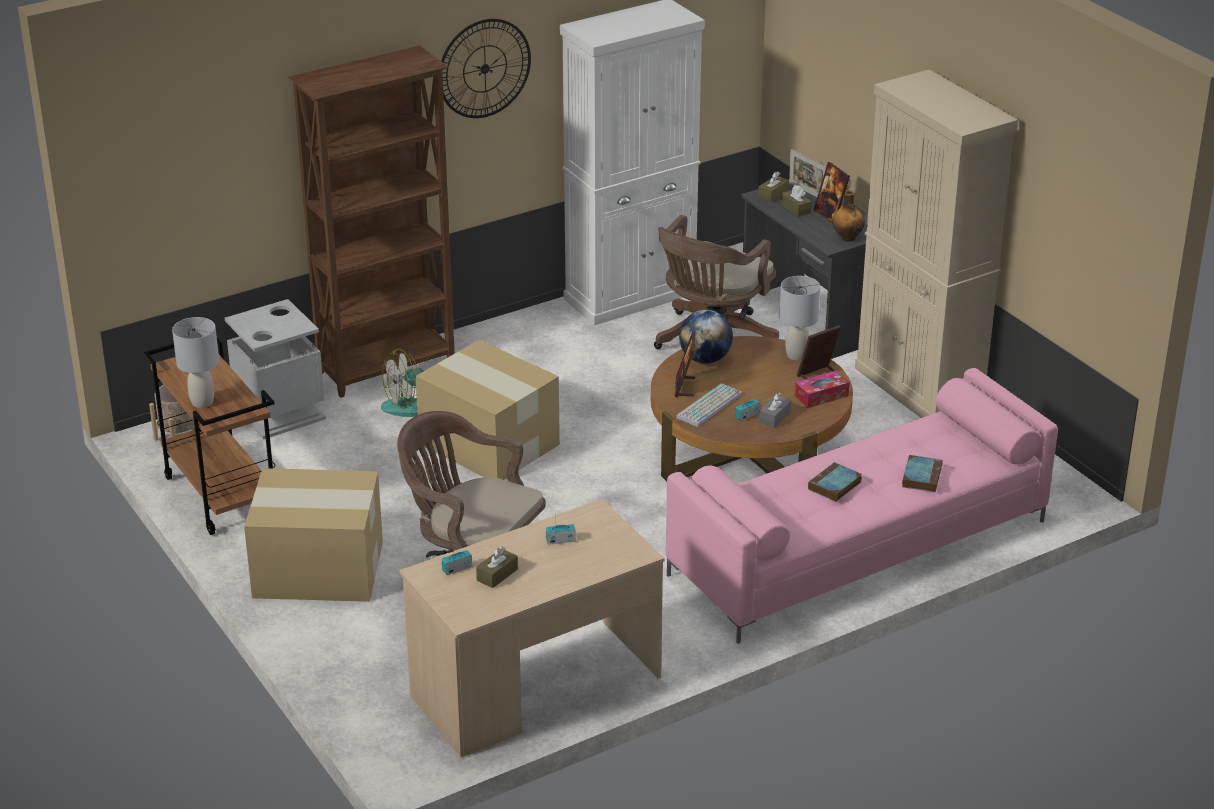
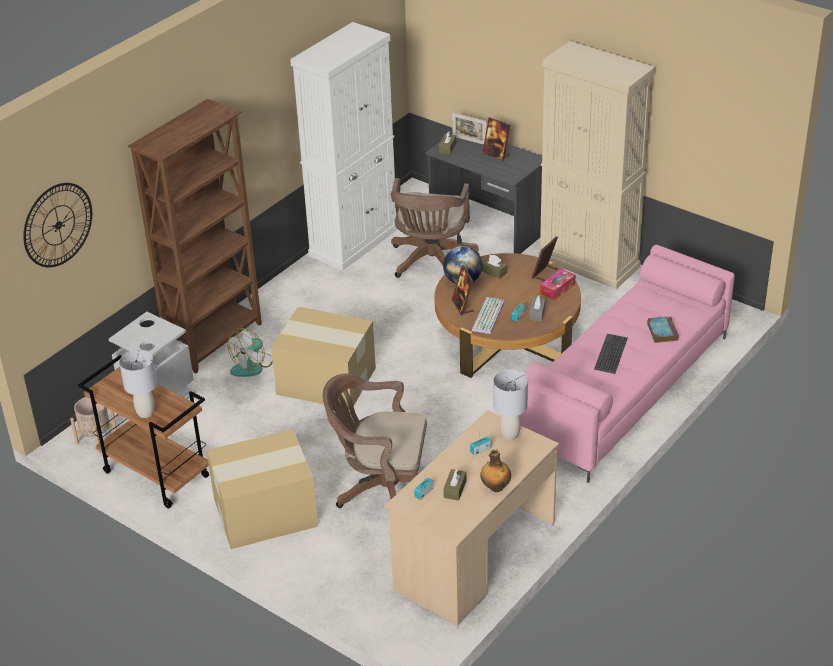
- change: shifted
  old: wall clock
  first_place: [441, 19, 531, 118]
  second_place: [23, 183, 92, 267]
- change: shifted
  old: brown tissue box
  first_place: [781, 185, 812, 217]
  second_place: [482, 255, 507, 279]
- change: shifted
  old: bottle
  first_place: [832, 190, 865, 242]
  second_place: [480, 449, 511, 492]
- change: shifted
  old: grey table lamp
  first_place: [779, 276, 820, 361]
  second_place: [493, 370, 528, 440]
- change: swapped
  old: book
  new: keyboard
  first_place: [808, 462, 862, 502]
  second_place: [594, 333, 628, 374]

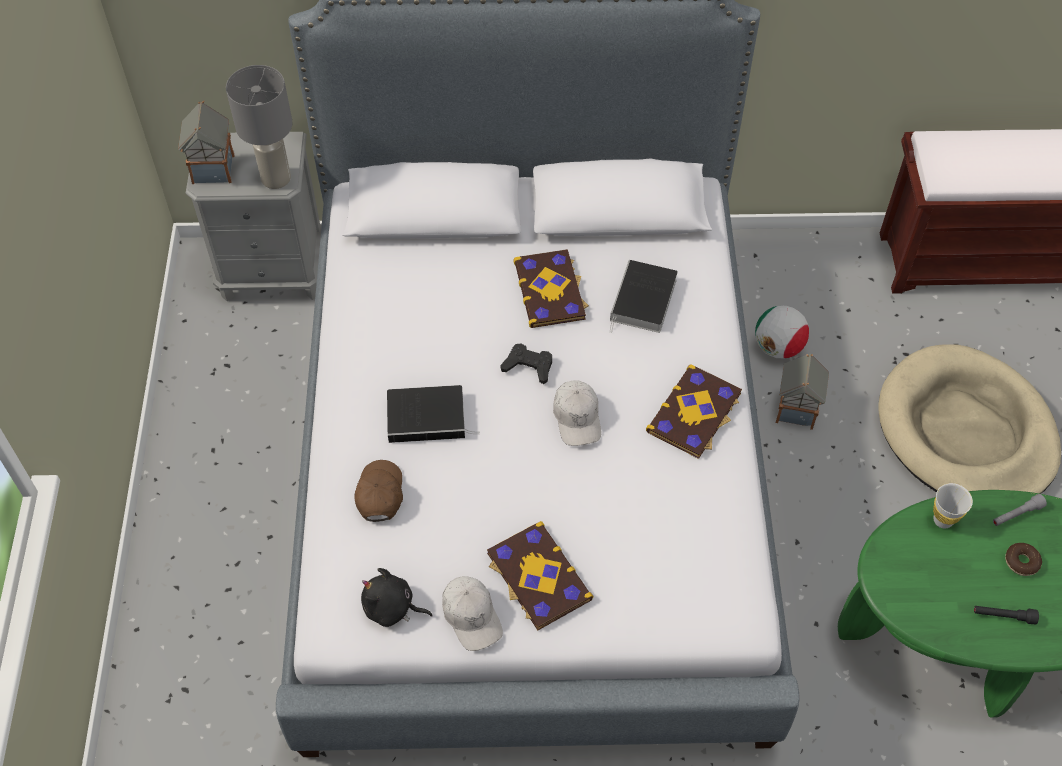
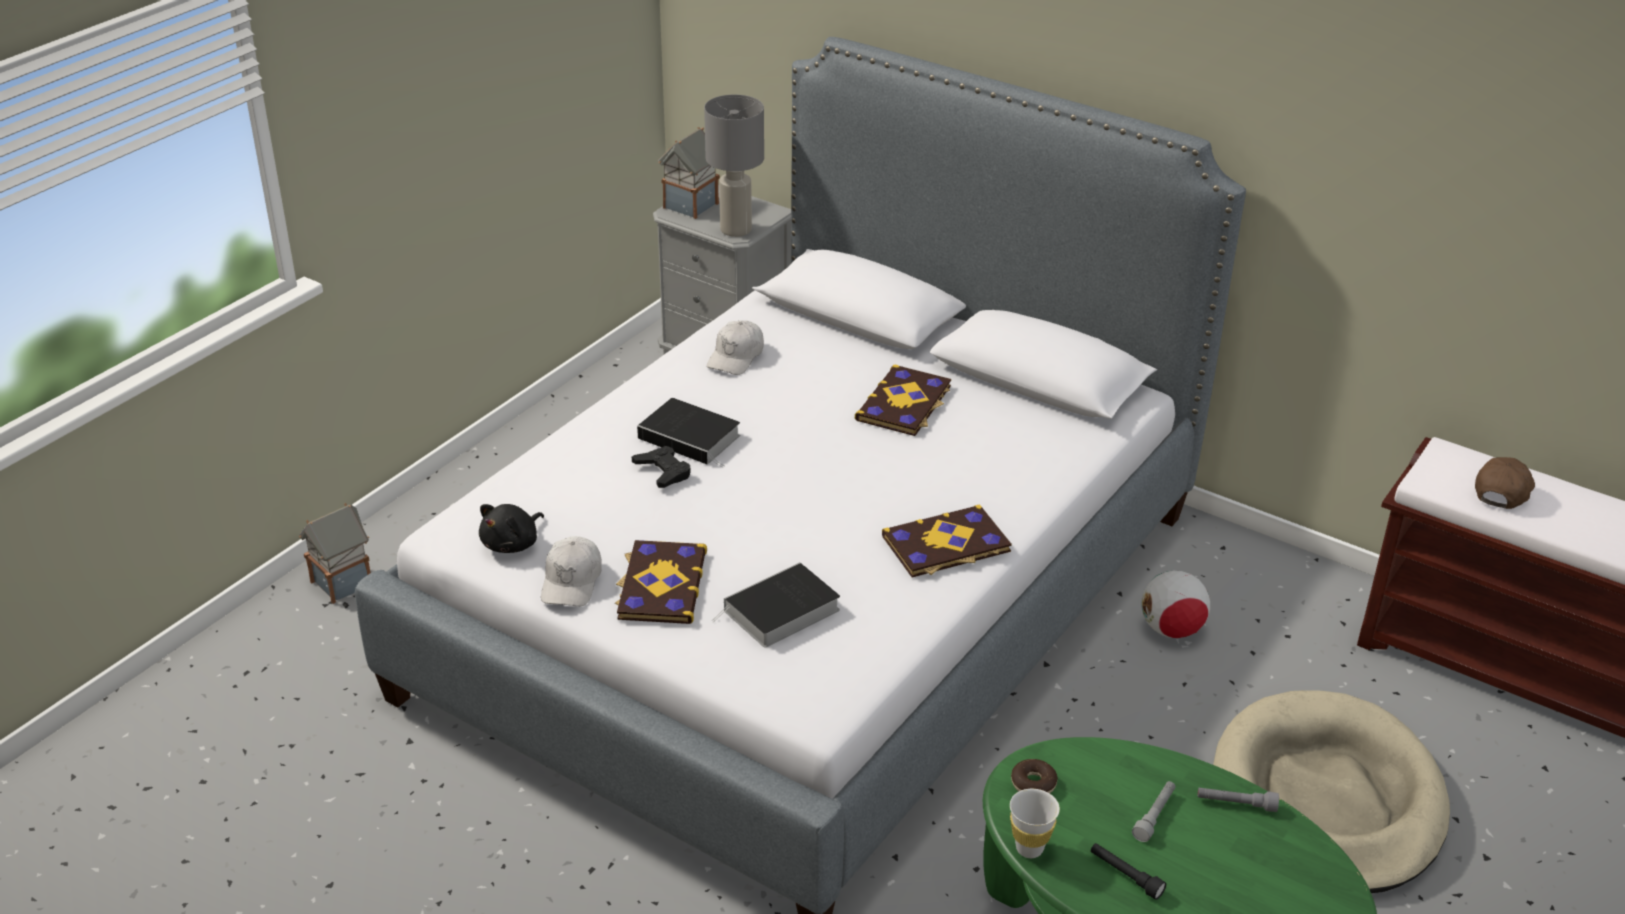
- change: shifted
  old: book
  first_place: [610, 260, 678, 333]
  second_place: [712, 562, 840, 647]
- change: shifted
  old: black game controller
  first_place: [500, 344, 552, 384]
  second_place: [632, 446, 691, 488]
- change: shifted
  old: toy house
  first_place: [776, 353, 829, 430]
  second_place: [299, 503, 371, 604]
- change: shifted
  old: white cap
  first_place: [553, 380, 601, 446]
  second_place: [707, 320, 764, 375]
- change: shifted
  old: brown cap
  first_place: [354, 460, 403, 522]
  second_place: [1475, 457, 1535, 509]
- change: shifted
  old: white cup
  first_place: [933, 483, 973, 529]
  second_place: [1010, 789, 1060, 858]
- change: shifted
  old: donut
  first_place: [1005, 543, 1042, 576]
  second_place: [1011, 759, 1058, 793]
- change: rotated
  old: black plush toy
  first_place: [361, 568, 433, 627]
  second_place: [479, 504, 544, 553]
  degrees: -105
- change: new
  new: grey flashlight
  second_place: [1132, 781, 1176, 842]

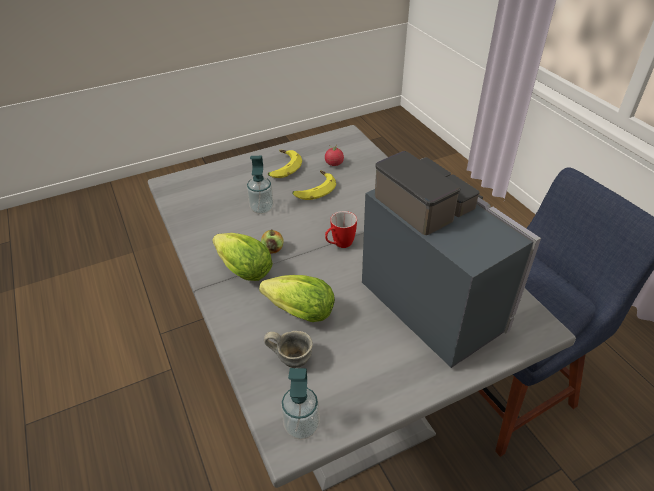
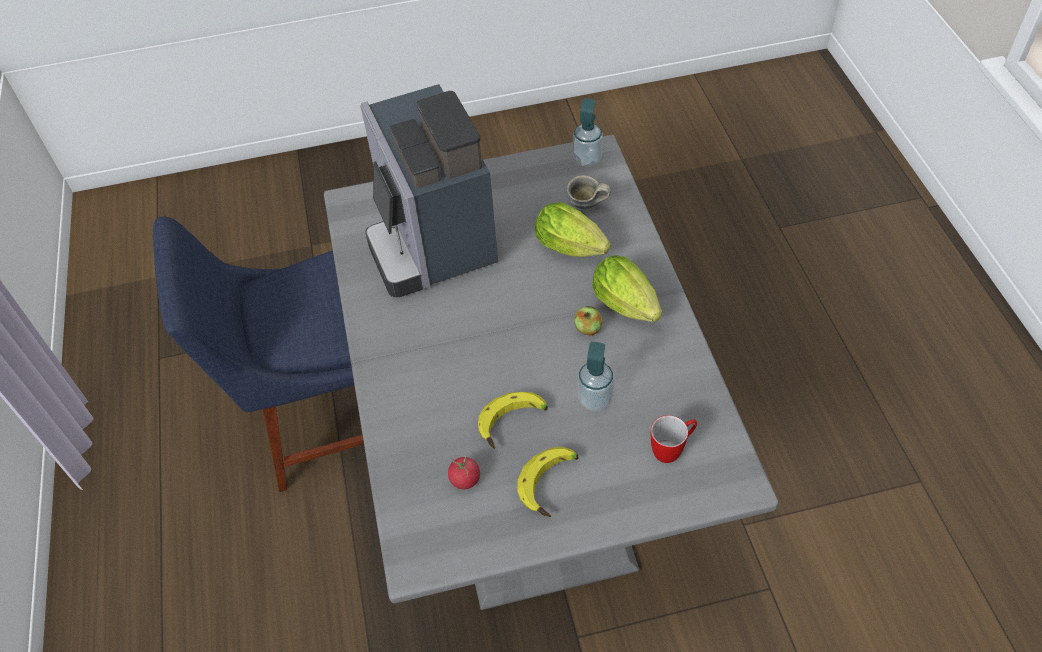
- change: shifted
  old: mug
  first_place: [325, 211, 357, 248]
  second_place: [651, 415, 697, 463]

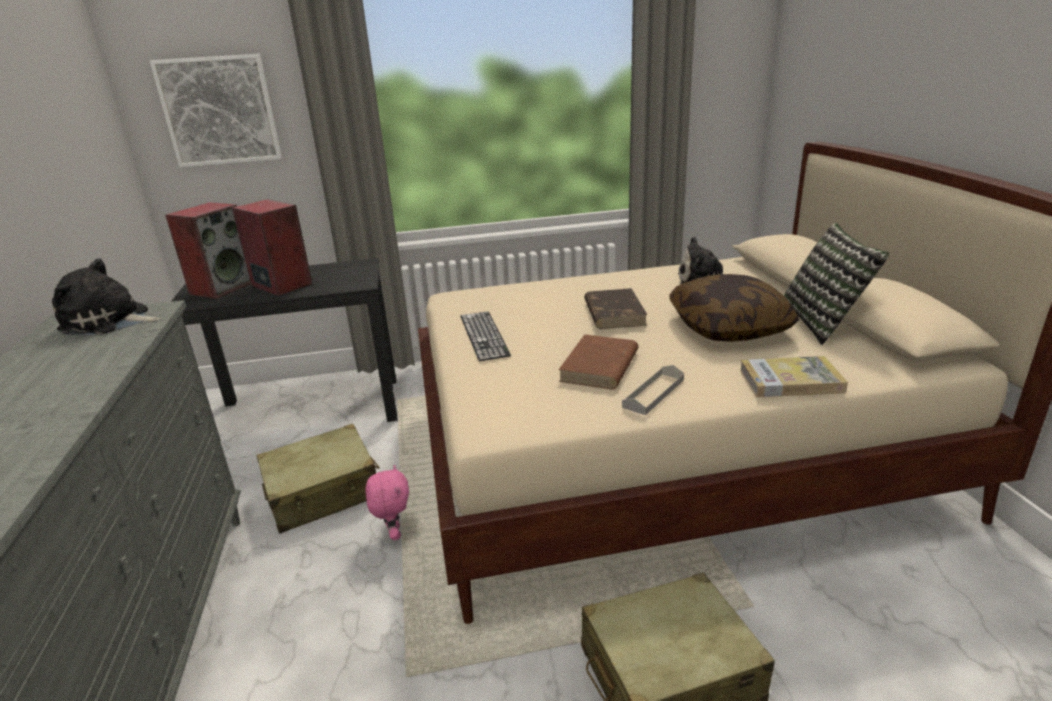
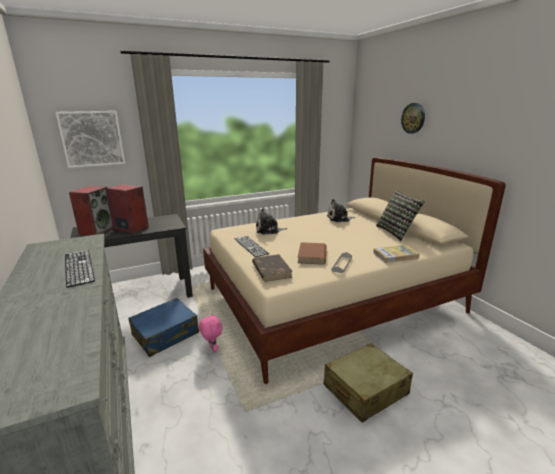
- change: shifted
  old: plush toy
  first_place: [52, 258, 162, 335]
  second_place: [256, 208, 287, 234]
- change: gone
  old: pillow
  first_place: [669, 274, 799, 342]
- change: shifted
  old: brown book
  first_place: [584, 288, 647, 329]
  second_place: [252, 254, 293, 282]
- change: repainted
  old: beige suitcase
  new: blue suitcase
  first_place: [257, 424, 380, 533]
  second_place: [128, 298, 199, 357]
- change: new
  new: wall clock
  second_place: [401, 103, 425, 134]
- change: new
  new: keyboard
  second_place: [65, 250, 95, 288]

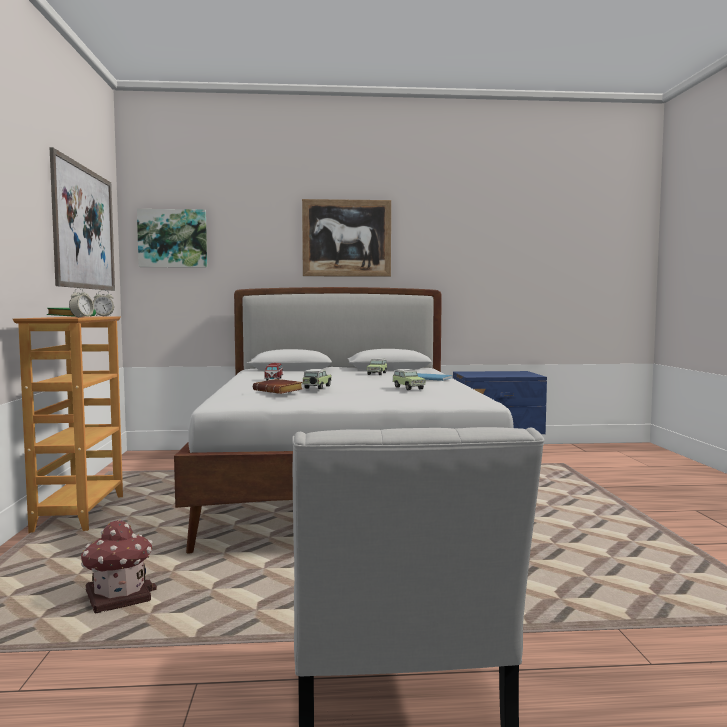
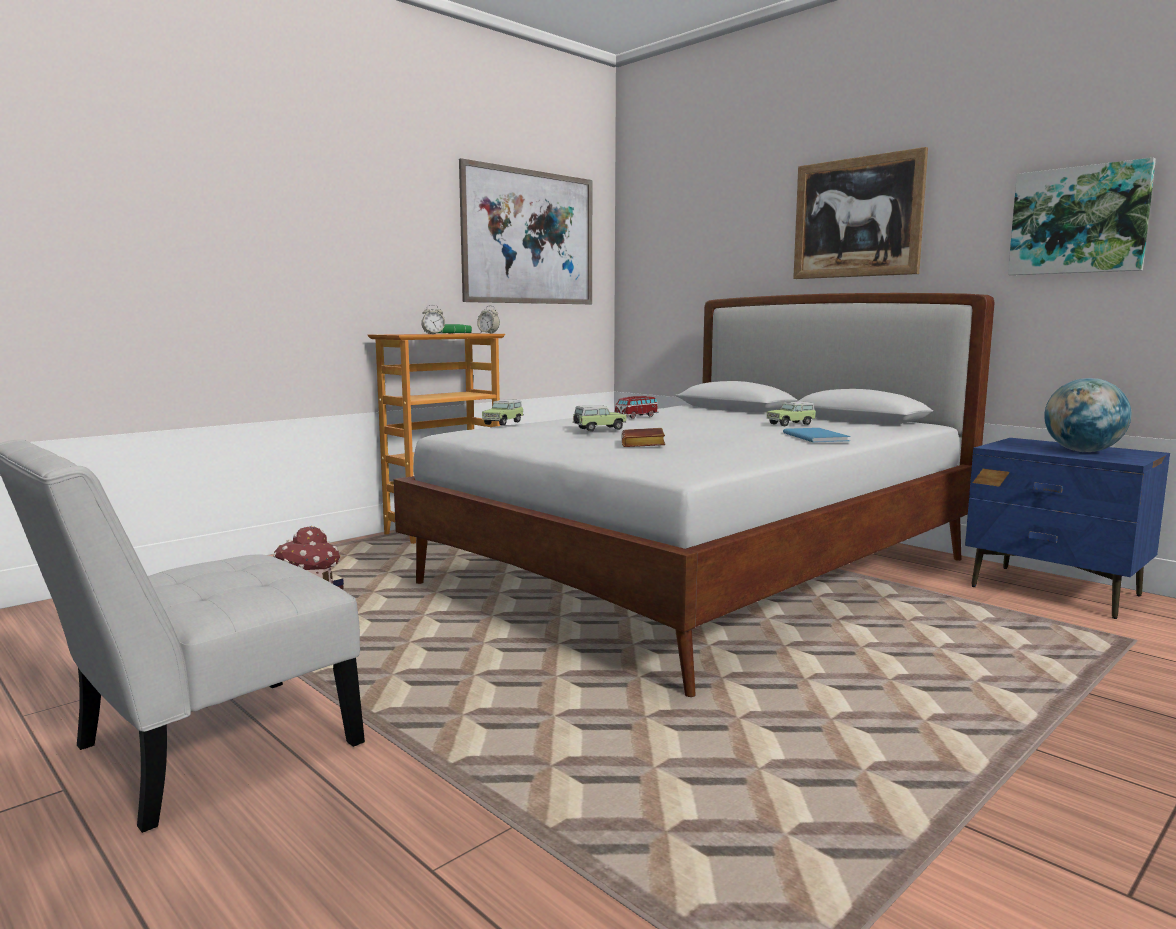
- change: shifted
  old: picture
  first_place: [137, 209, 207, 268]
  second_place: [1008, 157, 1156, 275]
- change: shifted
  old: toy car
  first_place: [392, 369, 425, 390]
  second_place: [482, 399, 524, 426]
- change: shifted
  old: brown book
  first_place: [253, 379, 303, 394]
  second_place: [621, 428, 665, 447]
- change: new
  new: globe
  second_place: [1044, 378, 1132, 452]

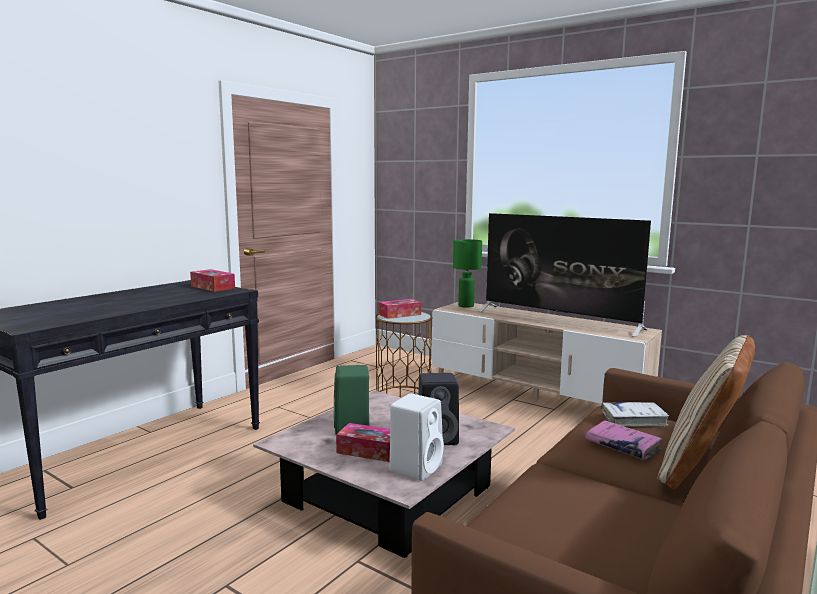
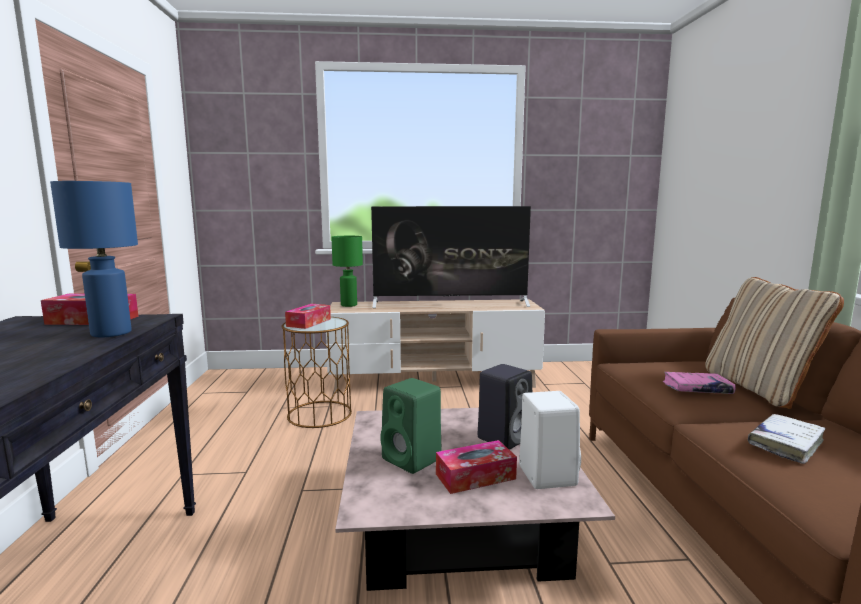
- change: shifted
  old: white book
  first_place: [601, 402, 669, 427]
  second_place: [748, 414, 825, 464]
- change: new
  new: blue table lamp
  second_place: [50, 181, 138, 337]

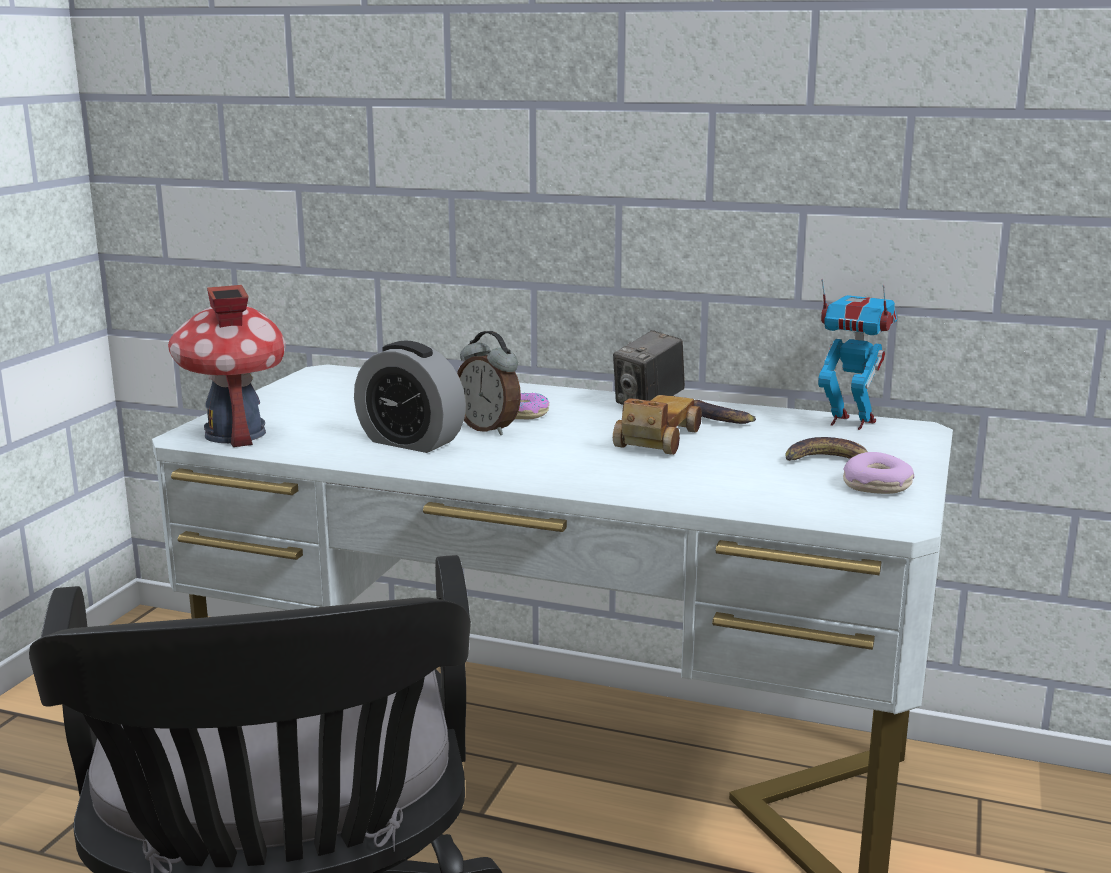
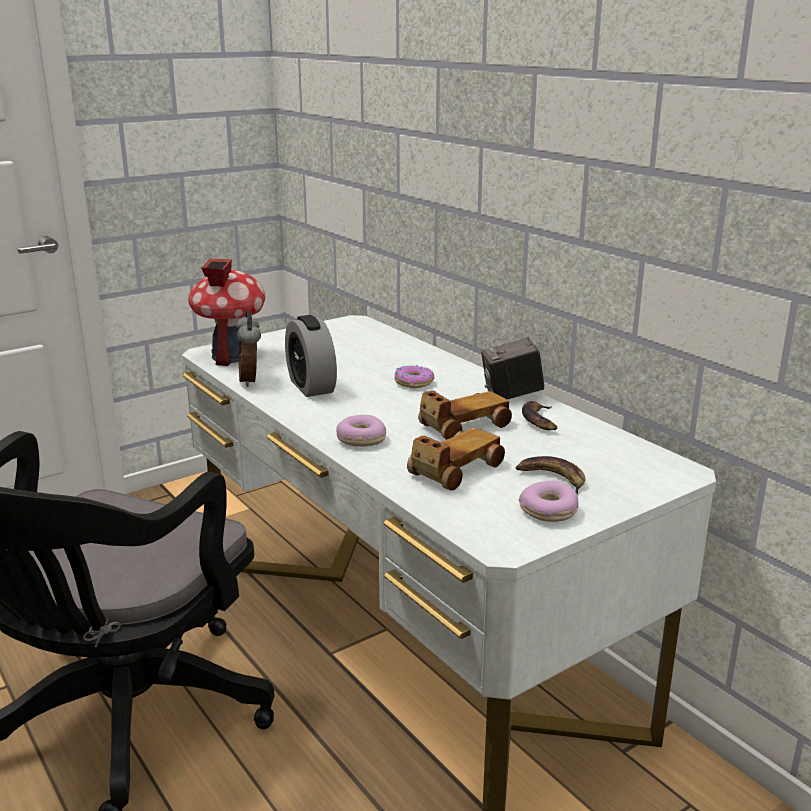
- change: gone
  old: toy robot
  first_place: [818, 279, 897, 430]
- change: shifted
  old: alarm clock
  first_place: [457, 331, 521, 435]
  second_place: [236, 311, 261, 387]
- change: new
  new: donut
  second_place: [336, 415, 386, 447]
- change: new
  new: toy car
  second_place: [407, 428, 505, 491]

